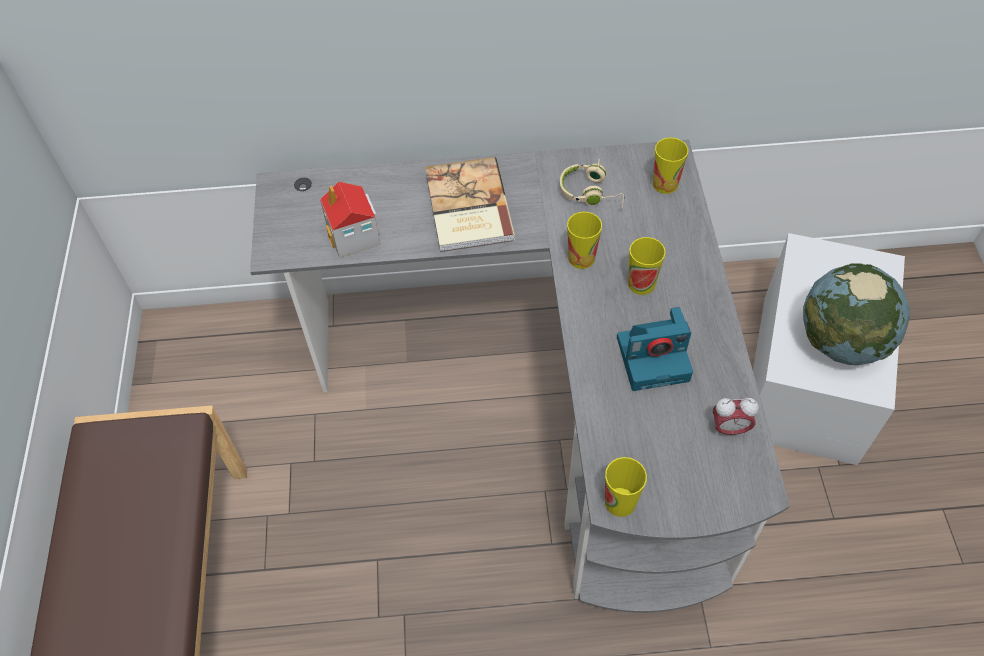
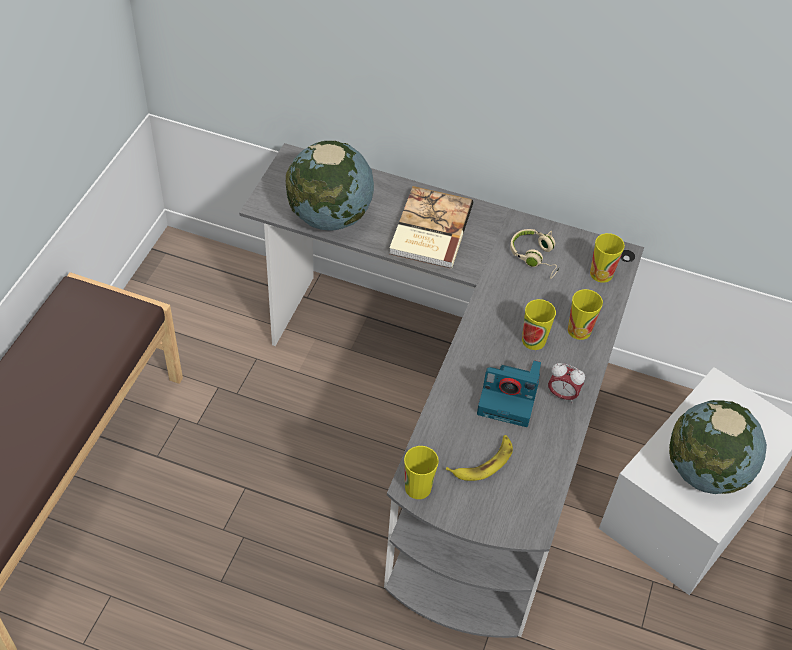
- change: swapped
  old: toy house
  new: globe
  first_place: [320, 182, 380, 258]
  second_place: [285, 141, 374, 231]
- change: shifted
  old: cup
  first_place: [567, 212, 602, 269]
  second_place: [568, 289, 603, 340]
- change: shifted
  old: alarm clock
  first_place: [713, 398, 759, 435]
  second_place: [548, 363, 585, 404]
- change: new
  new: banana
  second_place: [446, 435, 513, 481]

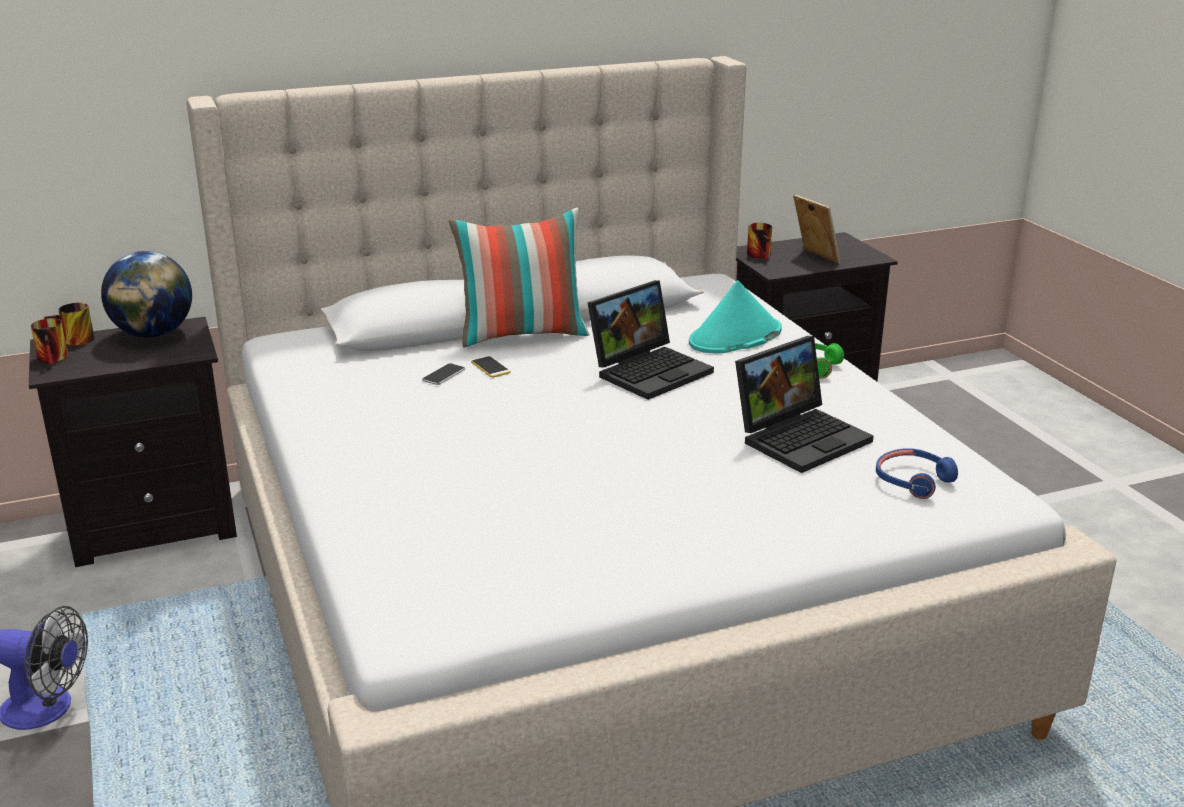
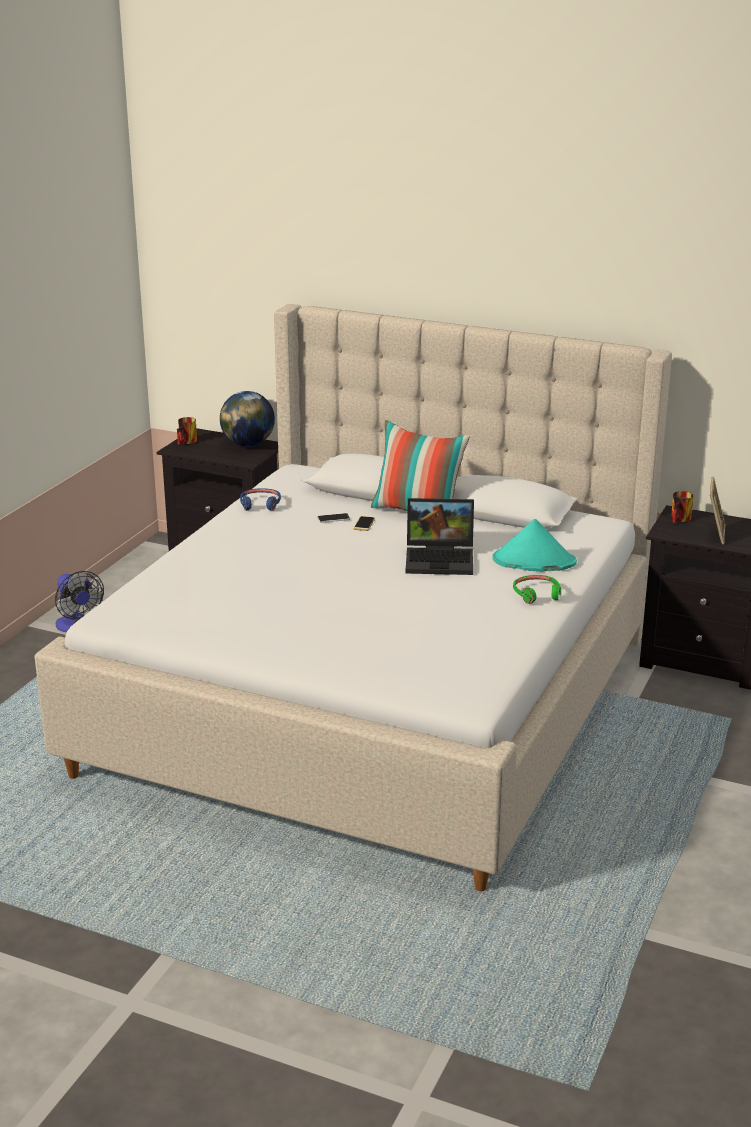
- change: gone
  old: mug
  first_place: [44, 303, 94, 345]
- change: gone
  old: laptop
  first_place: [735, 336, 874, 473]
- change: shifted
  old: blue headphones
  first_place: [876, 448, 958, 499]
  second_place: [240, 488, 281, 511]

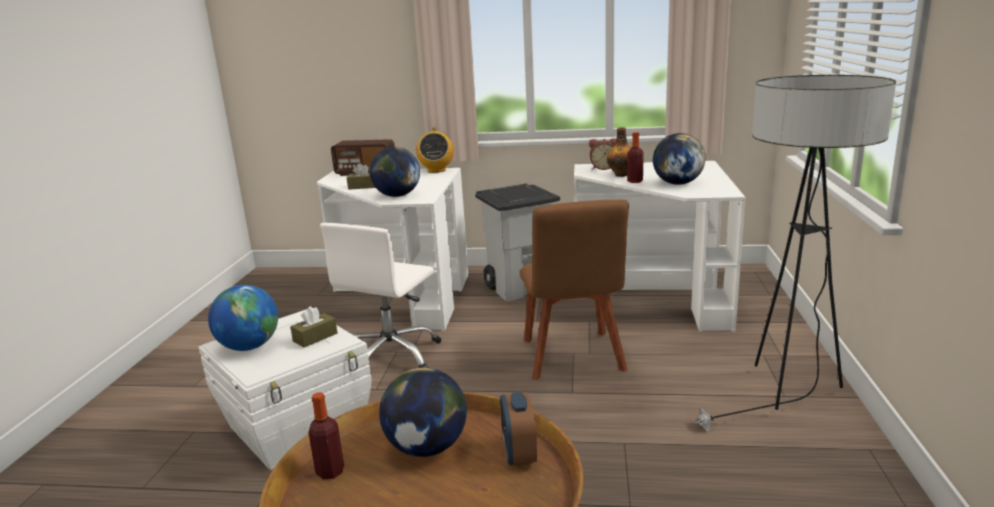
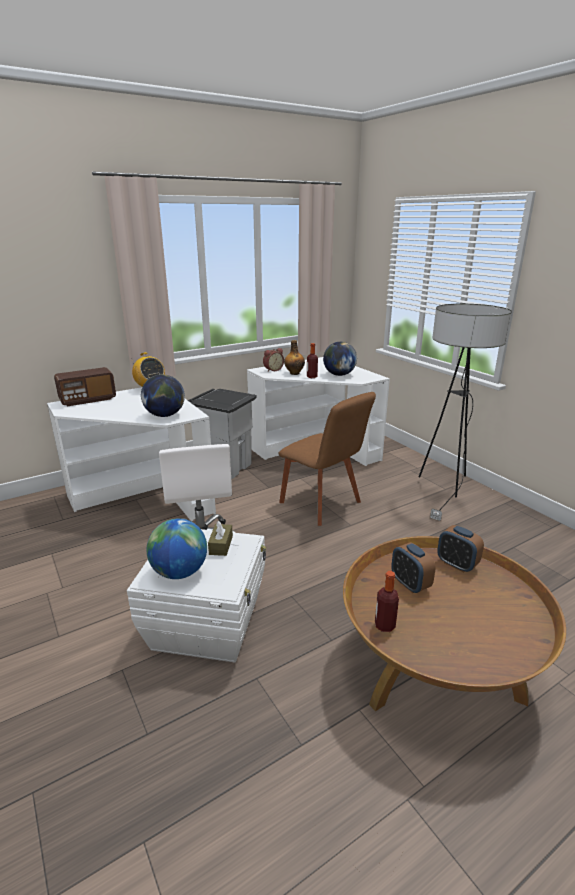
- change: gone
  old: brown tissue box
  first_place: [347, 163, 375, 190]
- change: swapped
  old: globe
  new: alarm clock
  first_place: [379, 368, 467, 457]
  second_place: [391, 542, 436, 593]

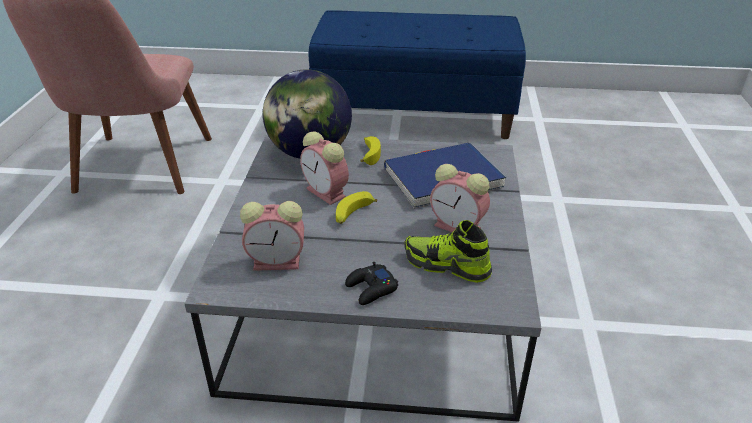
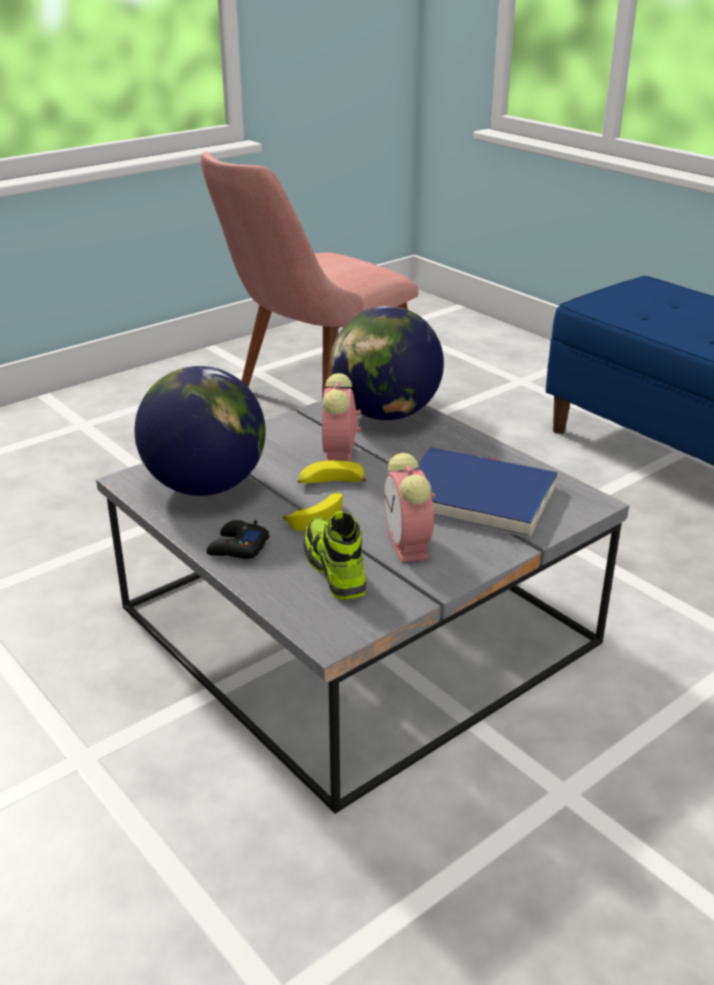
- change: shifted
  old: banana
  first_place: [360, 136, 381, 165]
  second_place: [283, 492, 343, 531]
- change: swapped
  old: alarm clock
  new: globe
  first_place: [240, 201, 304, 271]
  second_place: [134, 366, 266, 496]

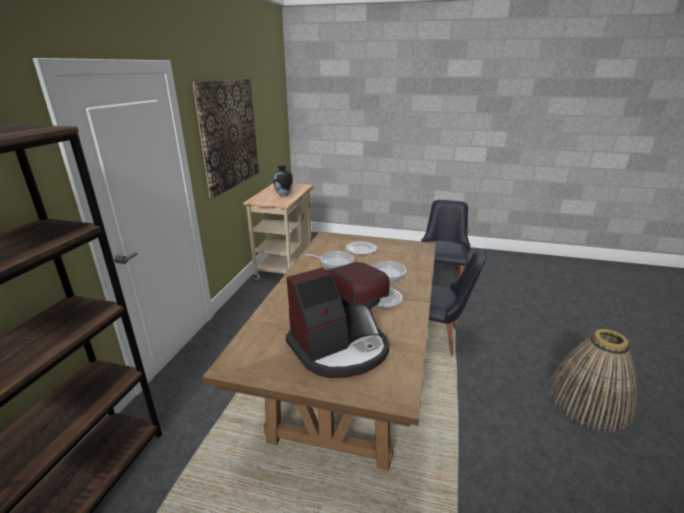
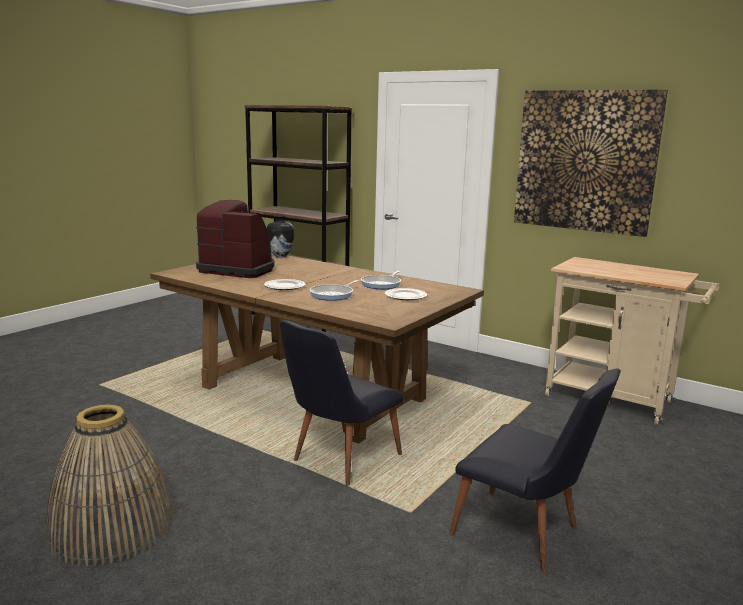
- change: shifted
  old: vase
  first_place: [273, 166, 293, 197]
  second_place: [267, 215, 294, 258]
- change: rotated
  old: coffee machine
  first_place: [286, 262, 390, 378]
  second_place: [196, 200, 275, 278]
  degrees: 120

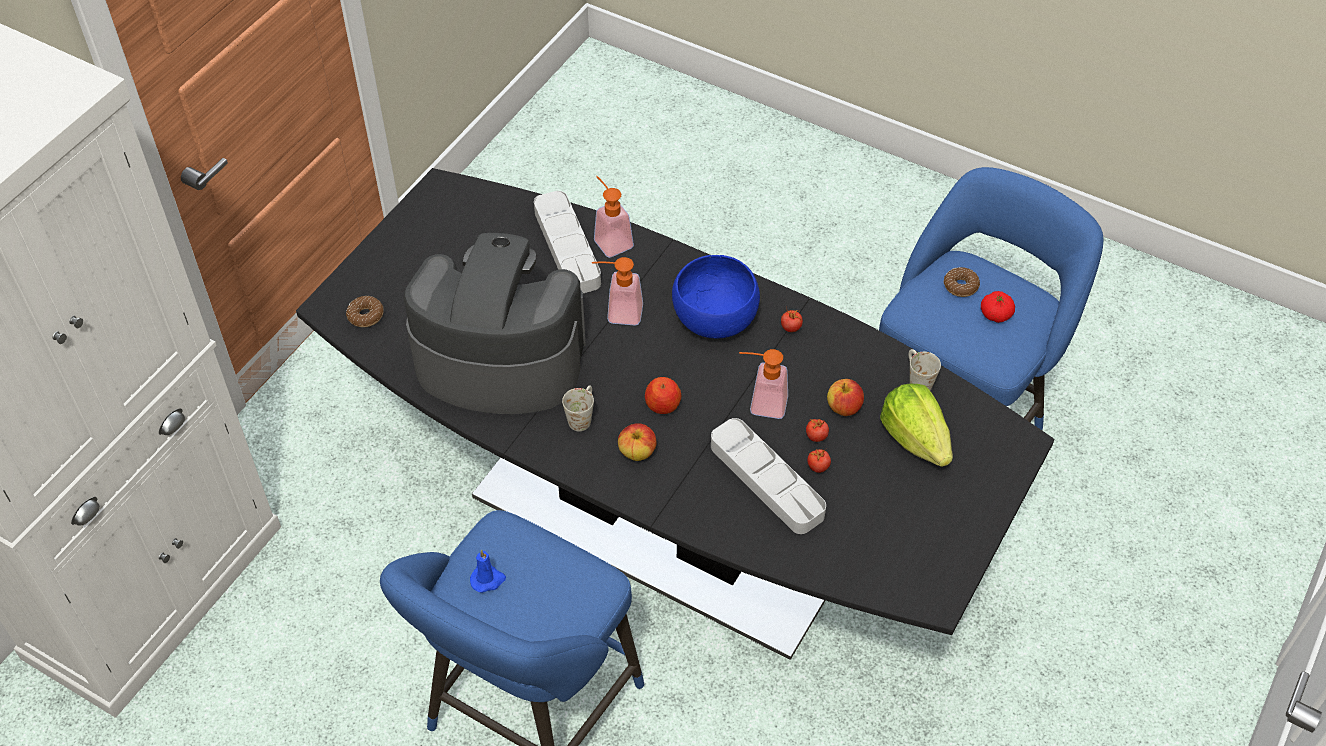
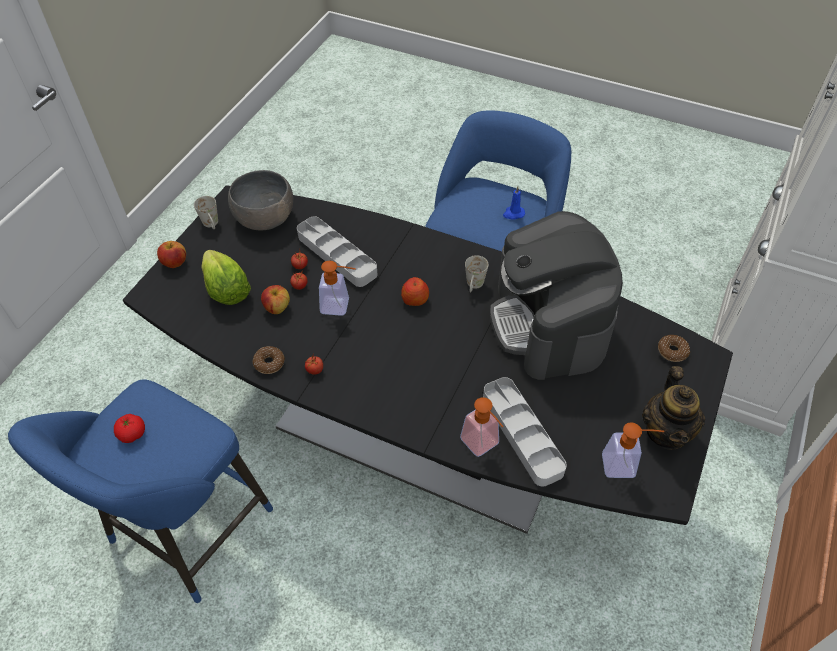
- change: rotated
  old: coffee machine
  first_place: [404, 233, 586, 414]
  second_place: [490, 211, 623, 380]
  degrees: 75
- change: gone
  old: blue bowl
  first_place: [672, 255, 760, 338]
- change: shifted
  old: soap dispenser
  first_place: [592, 257, 643, 325]
  second_place: [602, 422, 664, 478]
- change: shifted
  old: donut
  first_place: [944, 267, 980, 297]
  second_place: [253, 346, 285, 374]
- change: shifted
  old: white mug
  first_place: [908, 349, 941, 391]
  second_place: [194, 196, 218, 229]
- change: shifted
  old: apple
  first_place: [618, 423, 657, 461]
  second_place: [157, 241, 186, 268]
- change: new
  new: grey bowl
  second_place: [228, 170, 293, 230]
- change: new
  new: teapot
  second_place: [642, 366, 705, 450]

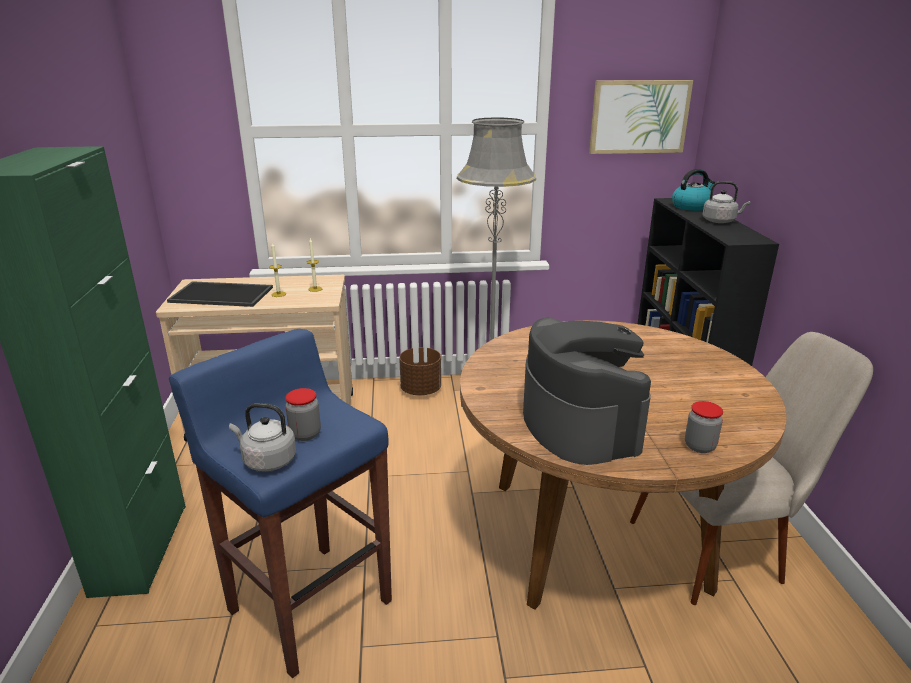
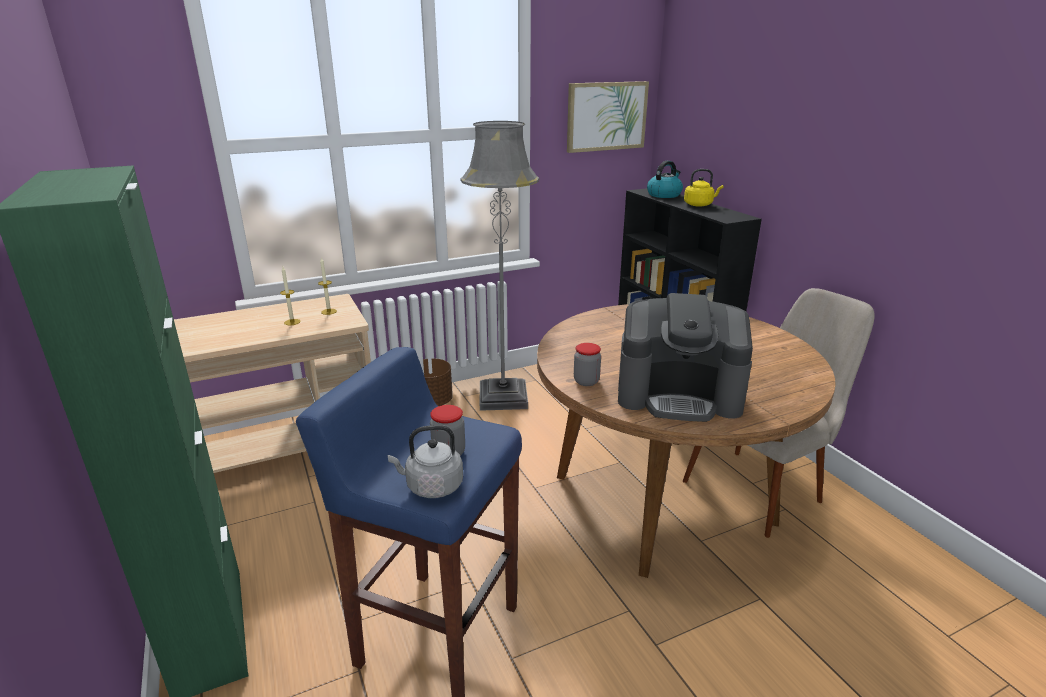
- change: repainted
  old: grey kettle
  new: yellow kettle
  first_place: [702, 181, 750, 223]
  second_place: [684, 169, 724, 207]
- change: gone
  old: tray
  first_place: [167, 281, 273, 307]
- change: rotated
  old: coffee machine
  first_place: [523, 317, 651, 465]
  second_place: [618, 293, 753, 422]
  degrees: 135
- change: shifted
  old: jar
  first_place: [685, 401, 723, 453]
  second_place: [574, 343, 601, 386]

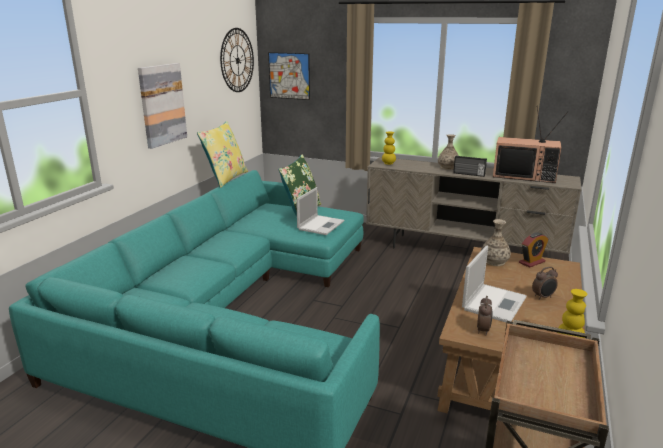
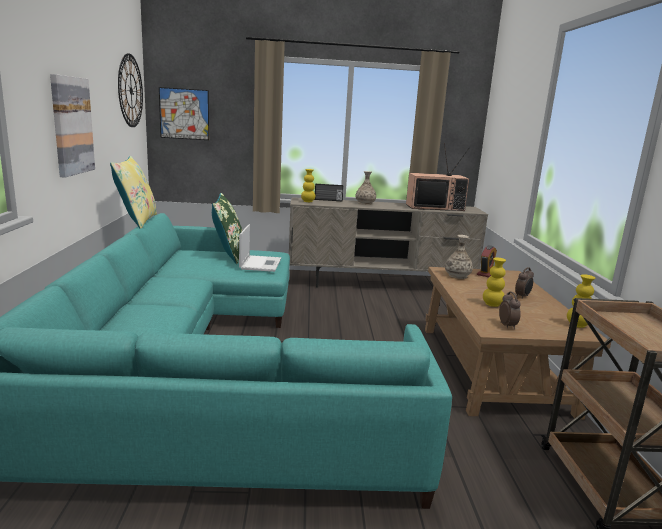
- change: shifted
  old: radio
  first_place: [453, 155, 487, 177]
  second_place: [315, 183, 343, 201]
- change: swapped
  old: laptop
  new: yellow vase
  first_place: [462, 246, 527, 323]
  second_place: [483, 258, 506, 307]

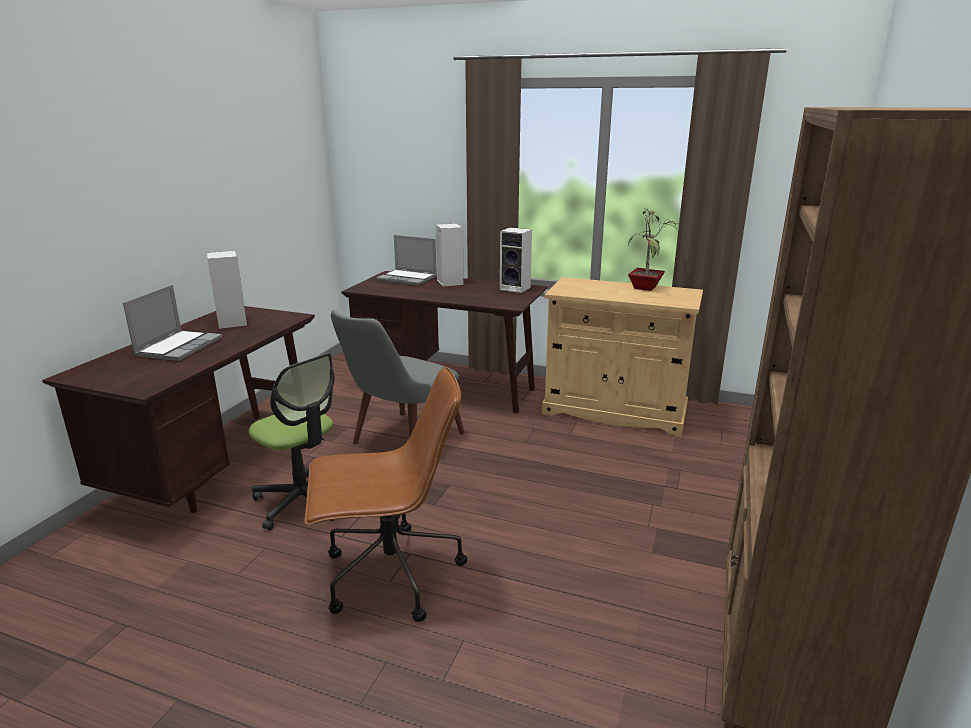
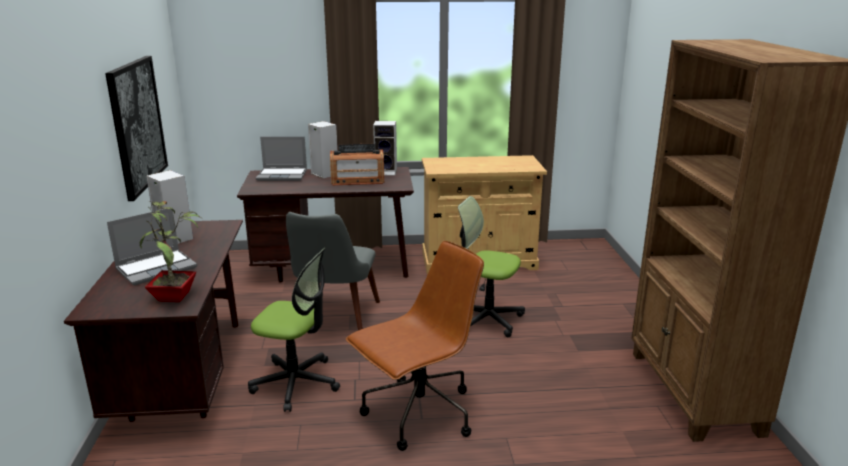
- change: shifted
  old: potted plant
  first_place: [628, 208, 678, 291]
  second_place: [140, 201, 201, 302]
- change: rotated
  old: laptop
  first_place: [123, 285, 222, 361]
  second_place: [107, 207, 197, 286]
  degrees: 60
- change: new
  new: picture
  second_place: [105, 56, 168, 201]
- change: new
  new: radio
  second_place: [330, 144, 384, 185]
- change: new
  new: office chair
  second_place: [458, 196, 525, 337]

